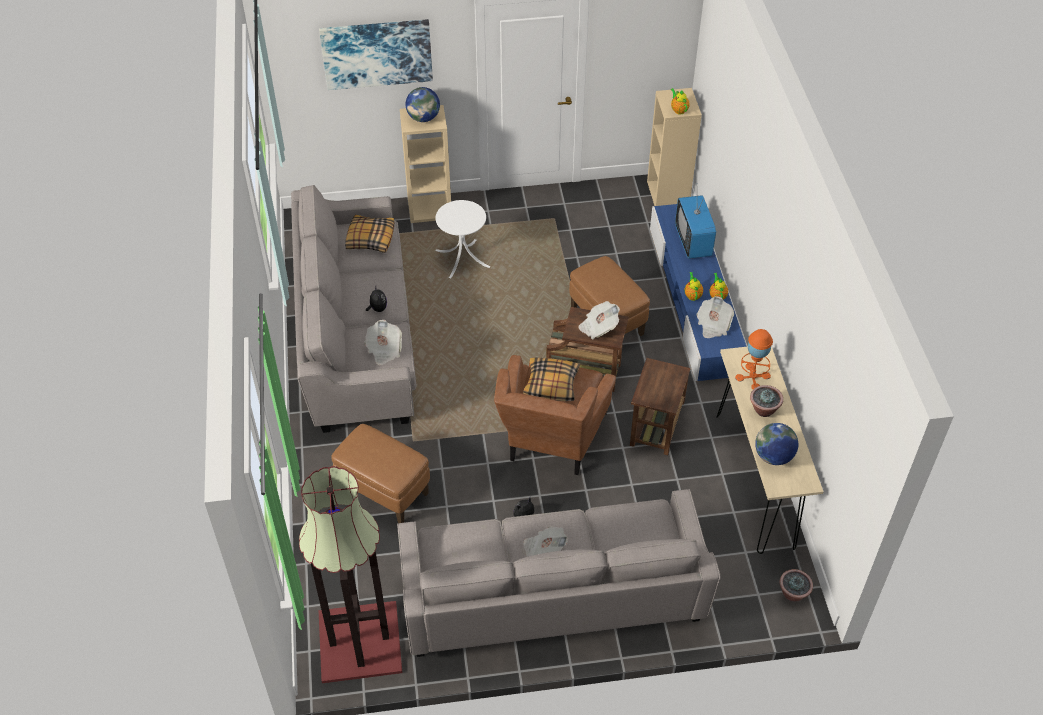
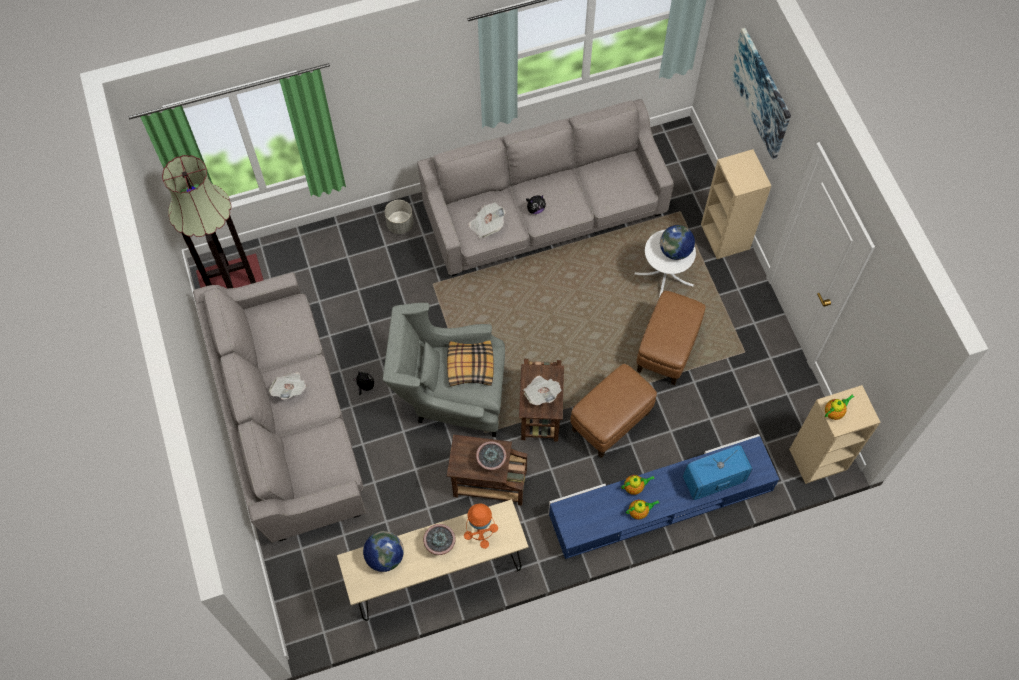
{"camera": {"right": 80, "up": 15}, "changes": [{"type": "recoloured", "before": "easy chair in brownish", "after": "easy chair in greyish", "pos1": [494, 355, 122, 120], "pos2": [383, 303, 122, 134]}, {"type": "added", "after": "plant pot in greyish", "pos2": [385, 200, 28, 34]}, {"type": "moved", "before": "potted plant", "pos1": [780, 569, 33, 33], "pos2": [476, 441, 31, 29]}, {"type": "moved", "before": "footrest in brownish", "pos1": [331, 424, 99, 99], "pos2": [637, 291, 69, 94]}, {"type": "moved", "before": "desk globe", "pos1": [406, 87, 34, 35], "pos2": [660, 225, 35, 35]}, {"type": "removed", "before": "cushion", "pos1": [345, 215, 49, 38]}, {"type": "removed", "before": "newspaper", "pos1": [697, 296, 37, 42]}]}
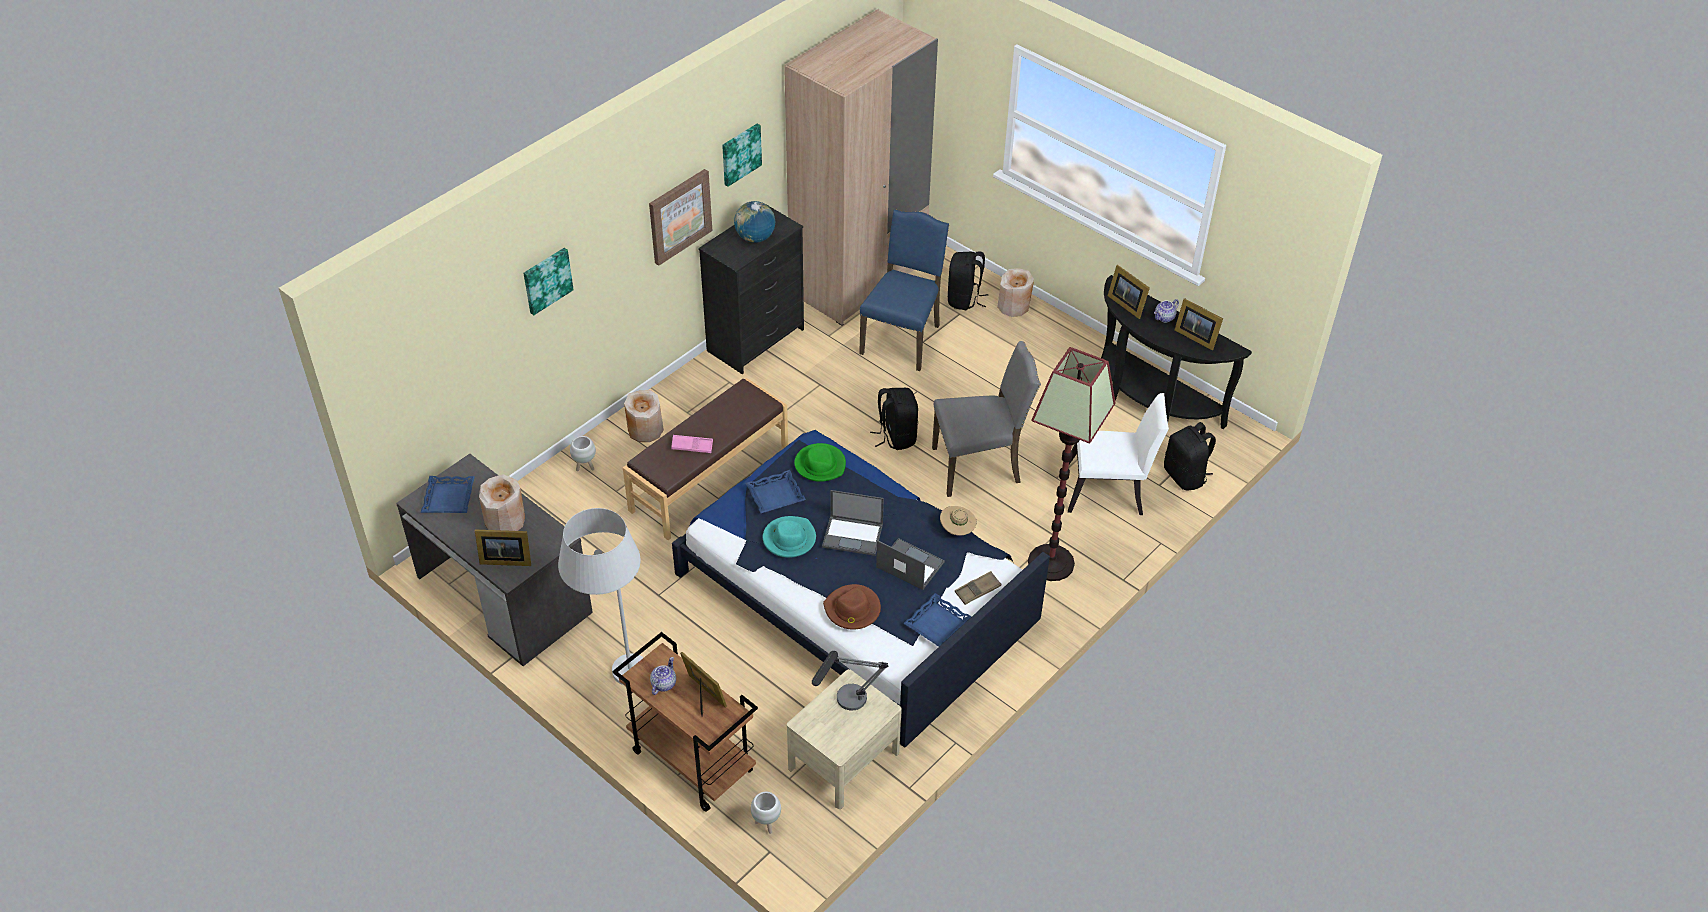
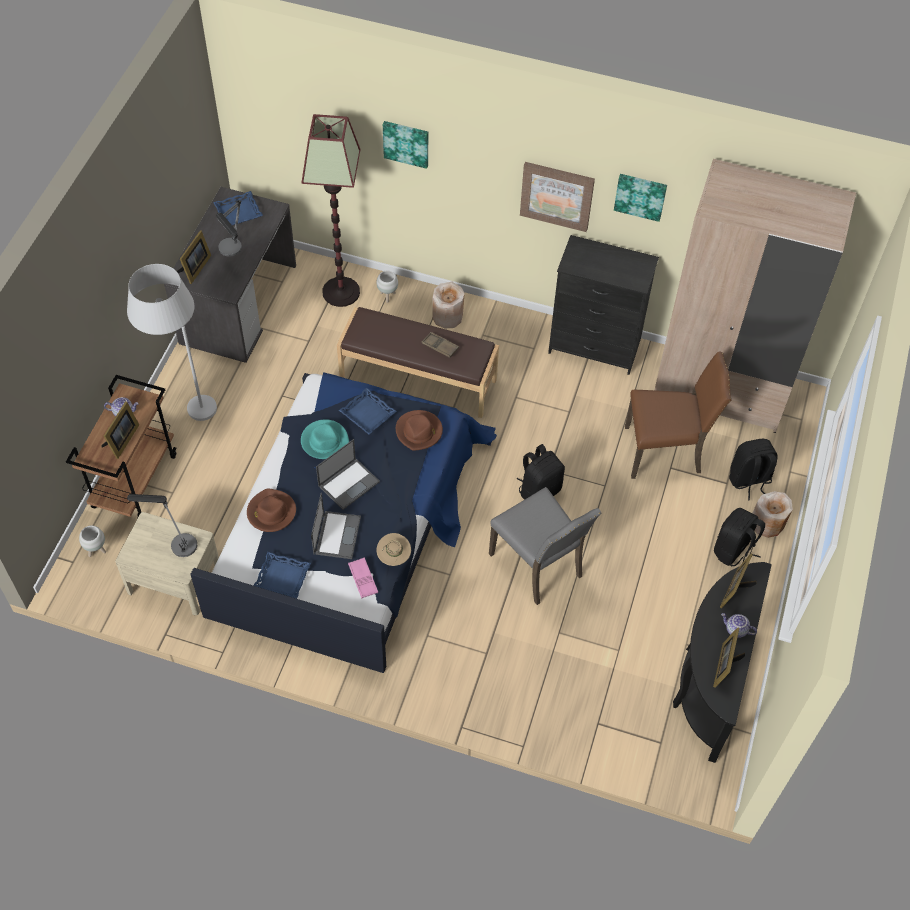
{"camera": {"right": 65, "up": 10}, "changes": [{"type": "turned", "before": "photo frame", "pos1": [475, 529, 56, 37], "pos2": [177, 230, 34, 54], "turn": -135}, {"type": "replaced", "before": "decorative vase in sand-coloured", "after": "lamp for a table", "pos1": [479, 474, 46, 57], "pos2": [216, 200, 26, 57]}, {"type": "moved", "before": "floor lamp", "pos1": [1028, 347, 88, 234], "pos2": [301, 114, 60, 193]}, {"type": "turned", "before": "laptop", "pos1": [822, 490, 62, 66], "pos2": [316, 439, 64, 71], "turn": -120}, {"type": "moved", "before": "tray in pinkish", "pos1": [671, 435, 42, 18], "pos2": [348, 558, 30, 40]}, {"type": "recoloured", "before": "wearable hat in greenish", "after": "wearable hat in brownish", "pos1": [794, 443, 52, 39], "pos2": [396, 410, 47, 41]}, {"type": "moved", "before": "tray in brownish", "pos1": [955, 571, 46, 34], "pos2": [422, 332, 37, 26]}, {"type": "recoloured", "before": "upright chair in bluish", "after": "upright chair in brownish", "pos1": [859, 209, 90, 162], "pos2": [625, 352, 107, 127]}, {"type": "moved", "before": "rucksack in black", "pos1": [1164, 422, 52, 68], "pos2": [714, 508, 51, 58]}, {"type": "removed", "before": "desk globe", "pos1": [734, 201, 41, 42]}, {"type": "removed", "before": "upright chair in whitish", "pos1": [1068, 393, 101, 122]}]}
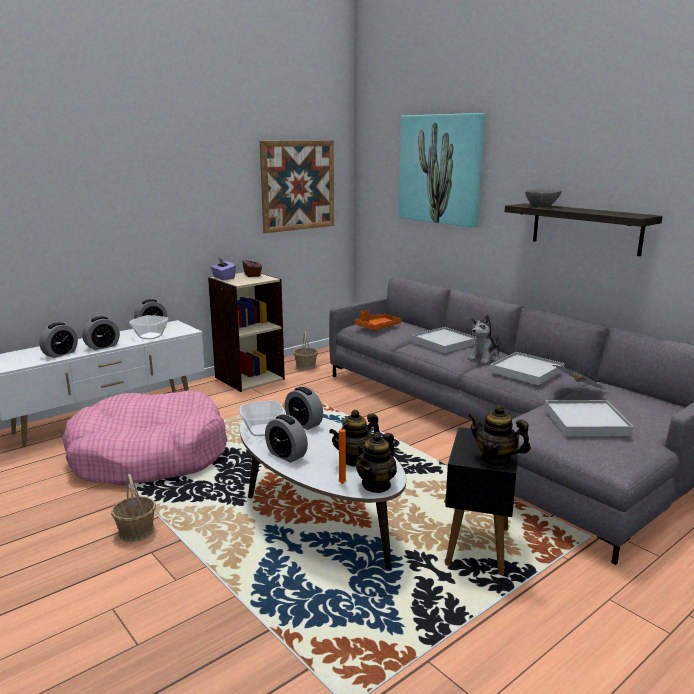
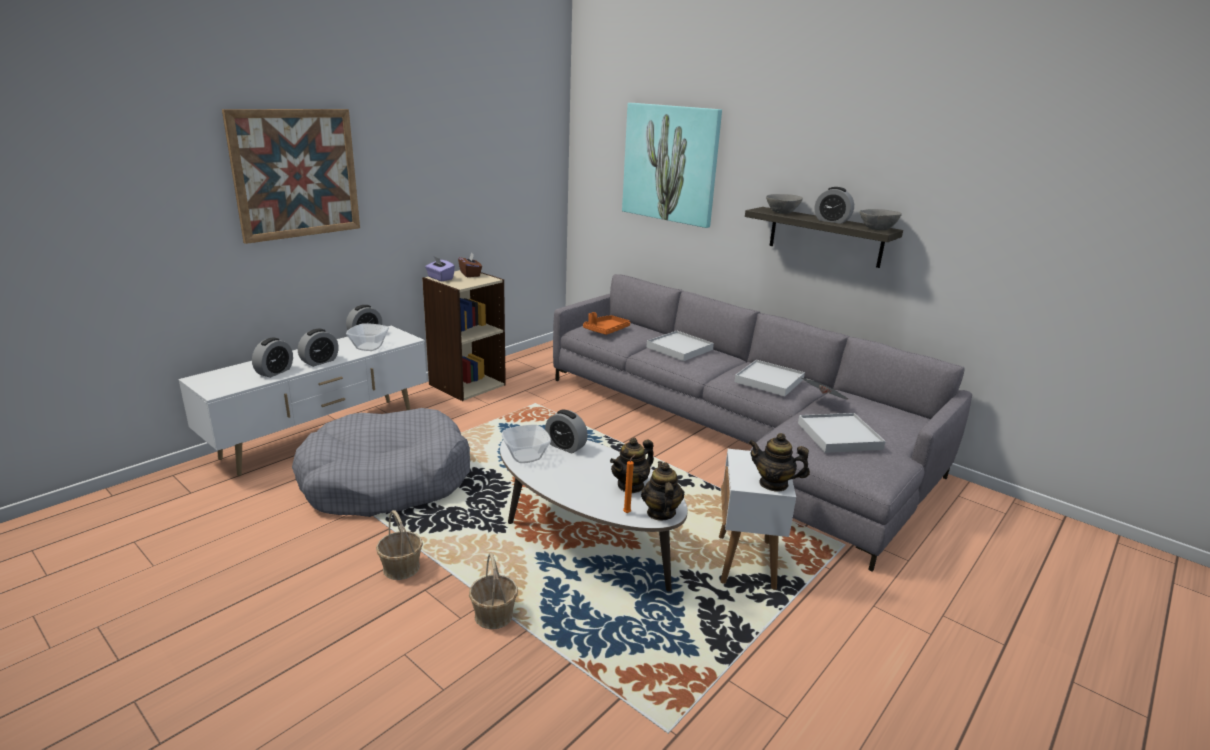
{"camera": {"right": -10, "up": 5}, "changes": [{"type": "moved", "before": "picture", "pos1": [260, 141, 74, 92], "pos2": [222, 109, 138, 135]}, {"type": "recoloured", "before": "dog cushion in pinkish", "after": "dog cushion in greyish", "pos1": [62, 390, 165, 96], "pos2": [292, 408, 178, 109]}, {"type": "moved", "before": "household basket", "pos1": [293, 332, 25, 38], "pos2": [469, 553, 49, 76]}, {"type": "turned", "before": "tea pot", "pos1": [356, 432, 41, 61], "pos2": [641, 461, 43, 60], "turn": 150}, {"type": "recoloured", "before": "end table in black", "after": "end table in whitish", "pos1": [444, 427, 75, 148], "pos2": [719, 449, 77, 141]}, {"type": "moved", "before": "bedside clock", "pos1": [265, 415, 43, 48], "pos2": [815, 187, 39, 37]}, {"type": "added", "after": "bowl in greyish", "pos2": [860, 209, 42, 21]}, {"type": "removed", "before": "cuddly toy", "pos1": [467, 315, 33, 49]}]}
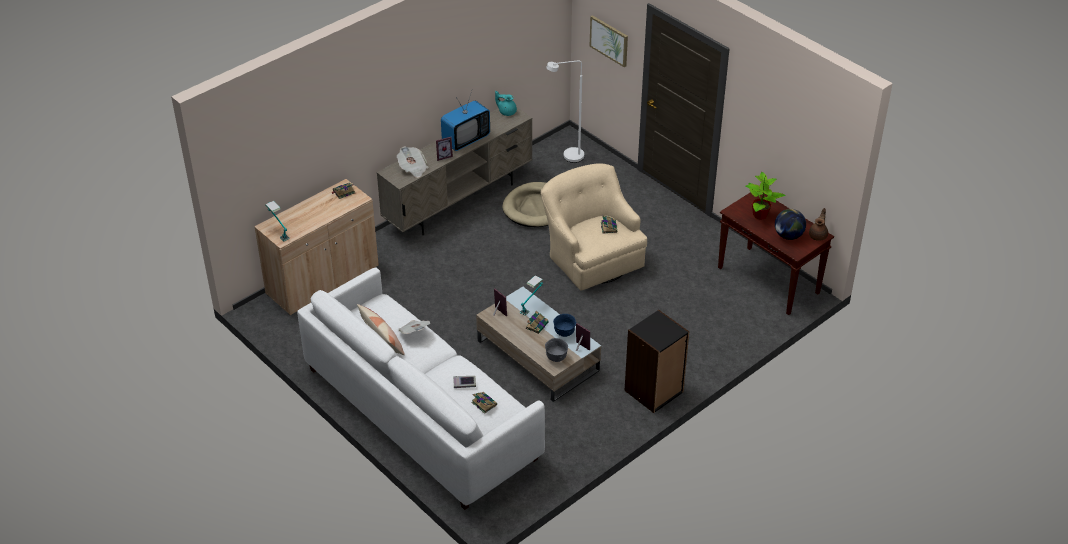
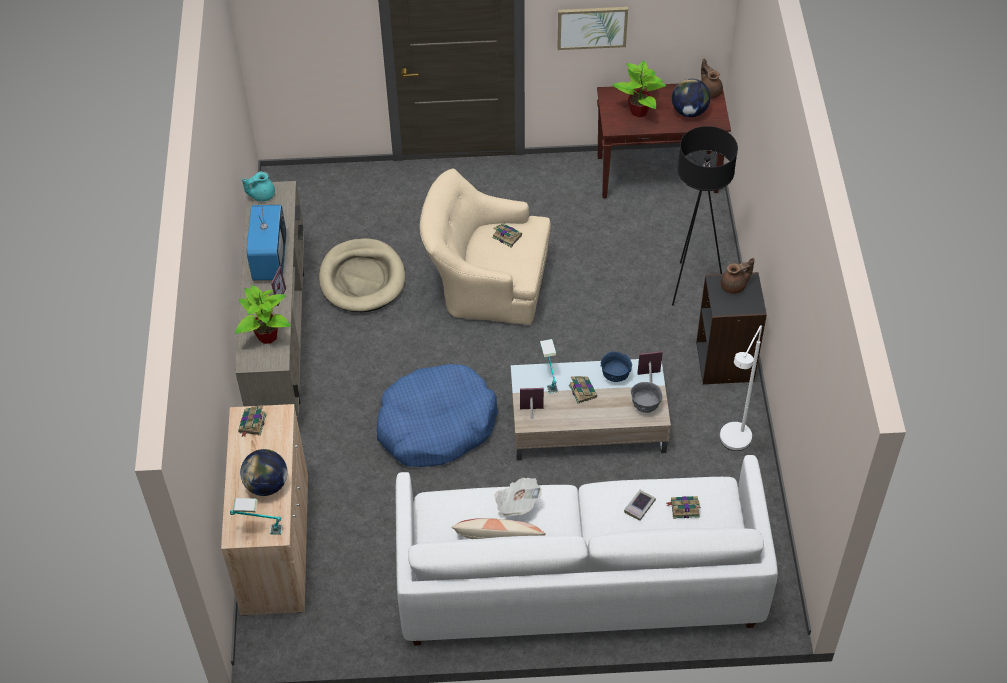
{"camera": {"right": -50, "up": 10}, "changes": [{"type": "replaced", "before": "newspaper", "after": "potted plant", "pos1": [397, 146, 31, 32], "pos2": [235, 285, 56, 59]}, {"type": "added", "after": "desk globe", "pos2": [240, 449, 48, 47]}, {"type": "added", "after": "dog cushion in bluish", "pos2": [377, 364, 121, 103]}, {"type": "moved", "before": "picture", "pos1": [590, 15, 38, 52], "pos2": [558, 7, 70, 43]}, {"type": "added", "after": "floor lamp in black", "pos2": [672, 126, 66, 180]}, {"type": "moved", "before": "floor lamp in whitish", "pos1": [546, 61, 38, 102], "pos2": [720, 325, 42, 126]}, {"type": "added", "after": "tea pot in brownish", "pos2": [721, 258, 33, 36]}]}
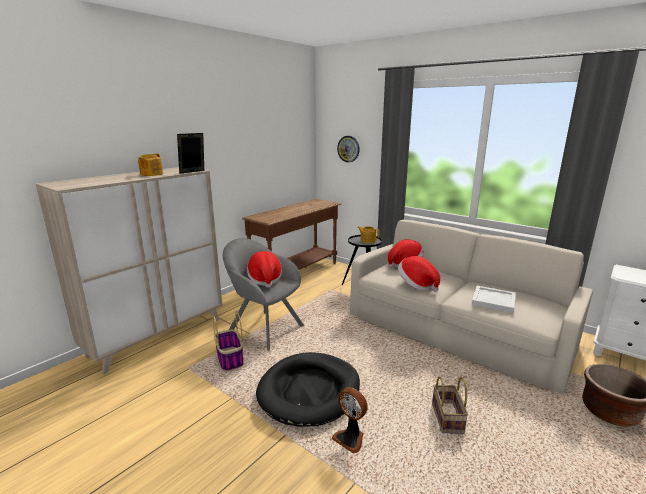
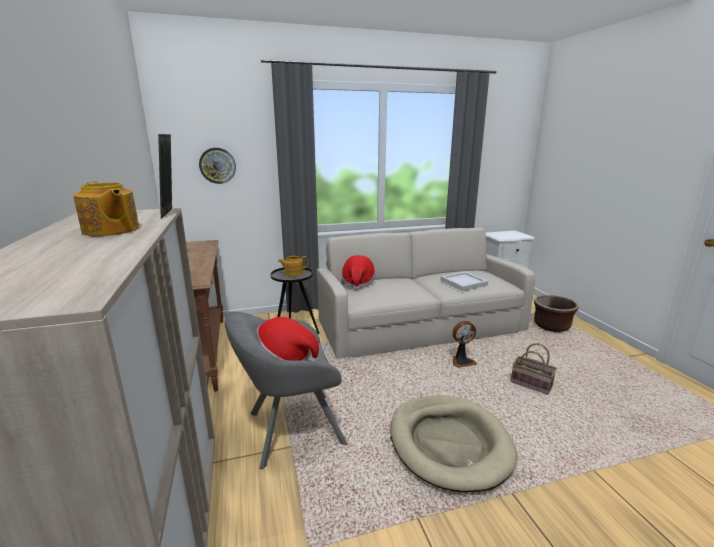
{"camera": {"right": -55, "up": 0}, "changes": [{"type": "recoloured", "before": "dog cushion in black", "after": "dog cushion in sand-coloured", "pos1": [256, 352, 104, 75], "pos2": [390, 395, 128, 97]}, {"type": "moved", "before": "fan", "pos1": [332, 387, 36, 67], "pos2": [452, 321, 24, 47]}, {"type": "removed", "before": "household basket", "pos1": [212, 311, 32, 60]}, {"type": "removed", "before": "wearable hat", "pos1": [398, 256, 42, 36]}]}
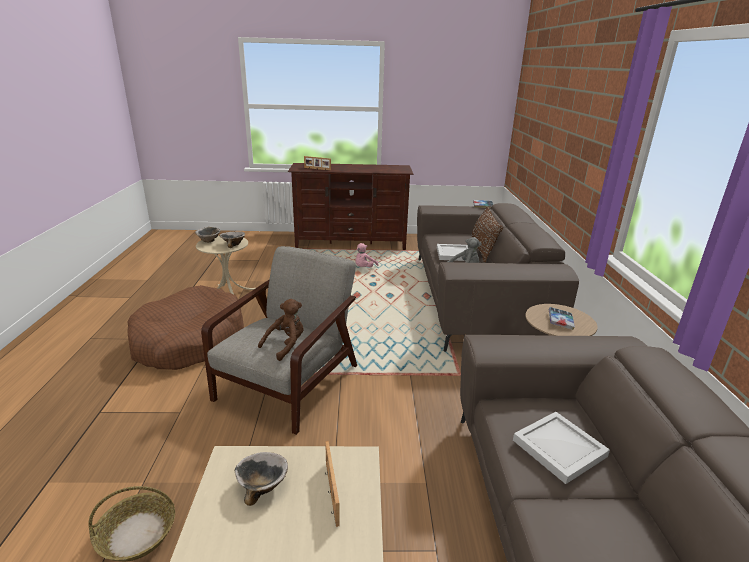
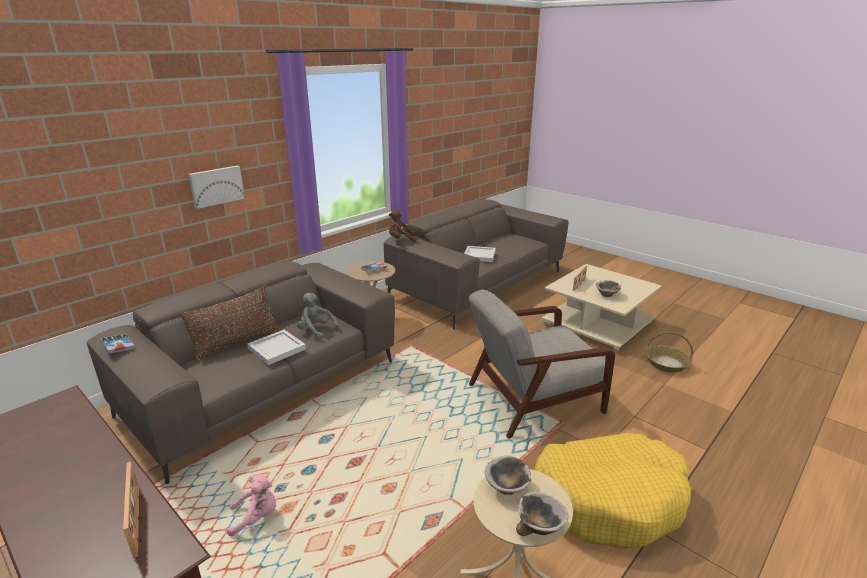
{"camera": {"right": -135, "up": 0}, "changes": [{"type": "added", "after": "picture", "pos2": [189, 166, 56, 43]}, {"type": "moved", "before": "cuddly toy in brownish", "pos1": [258, 299, 46, 62], "pos2": [389, 210, 28, 32]}, {"type": "recoloured", "before": "dog cushion in brownish", "after": "dog cushion in yellowish", "pos1": [128, 285, 116, 85], "pos2": [534, 433, 157, 116]}]}
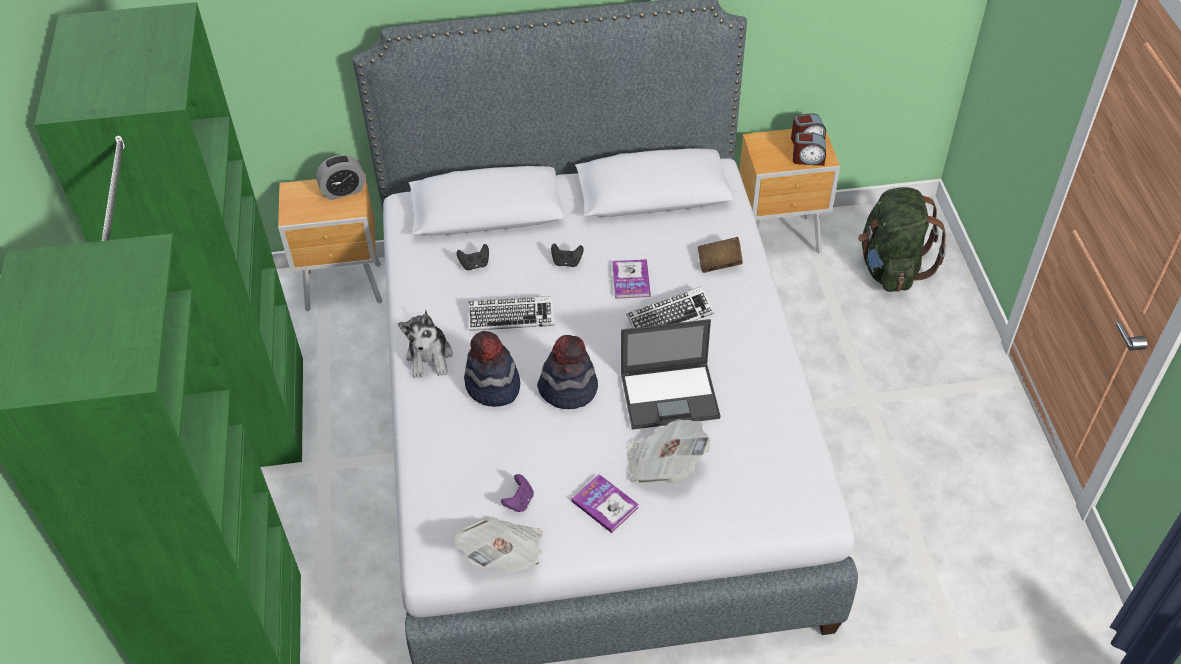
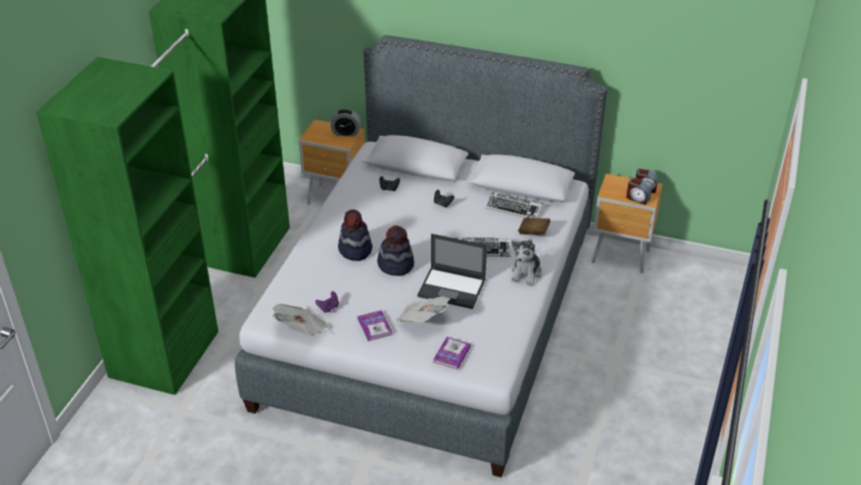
{"camera": {"right": 25, "up": -10}, "changes": [{"type": "moved", "before": "volume", "pos1": [612, 259, 39, 40], "pos2": [433, 337, 38, 33]}, {"type": "moved", "before": "keyboard", "pos1": [468, 296, 86, 35], "pos2": [486, 192, 56, 26]}, {"type": "moved", "before": "cuddly toy", "pos1": [398, 309, 55, 69], "pos2": [511, 239, 31, 47]}, {"type": "removed", "before": "rucksack in greenish", "pos1": [858, 187, 89, 105]}]}
